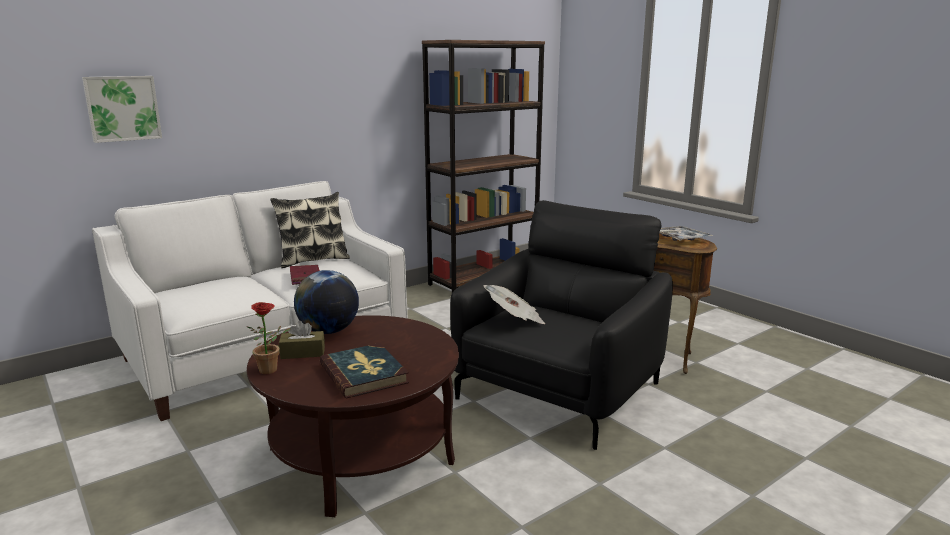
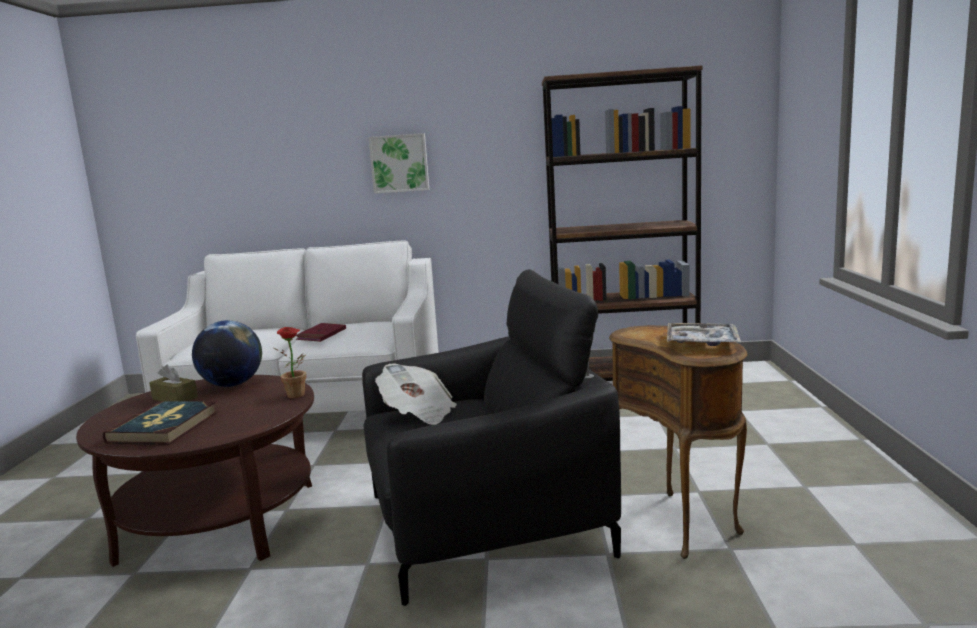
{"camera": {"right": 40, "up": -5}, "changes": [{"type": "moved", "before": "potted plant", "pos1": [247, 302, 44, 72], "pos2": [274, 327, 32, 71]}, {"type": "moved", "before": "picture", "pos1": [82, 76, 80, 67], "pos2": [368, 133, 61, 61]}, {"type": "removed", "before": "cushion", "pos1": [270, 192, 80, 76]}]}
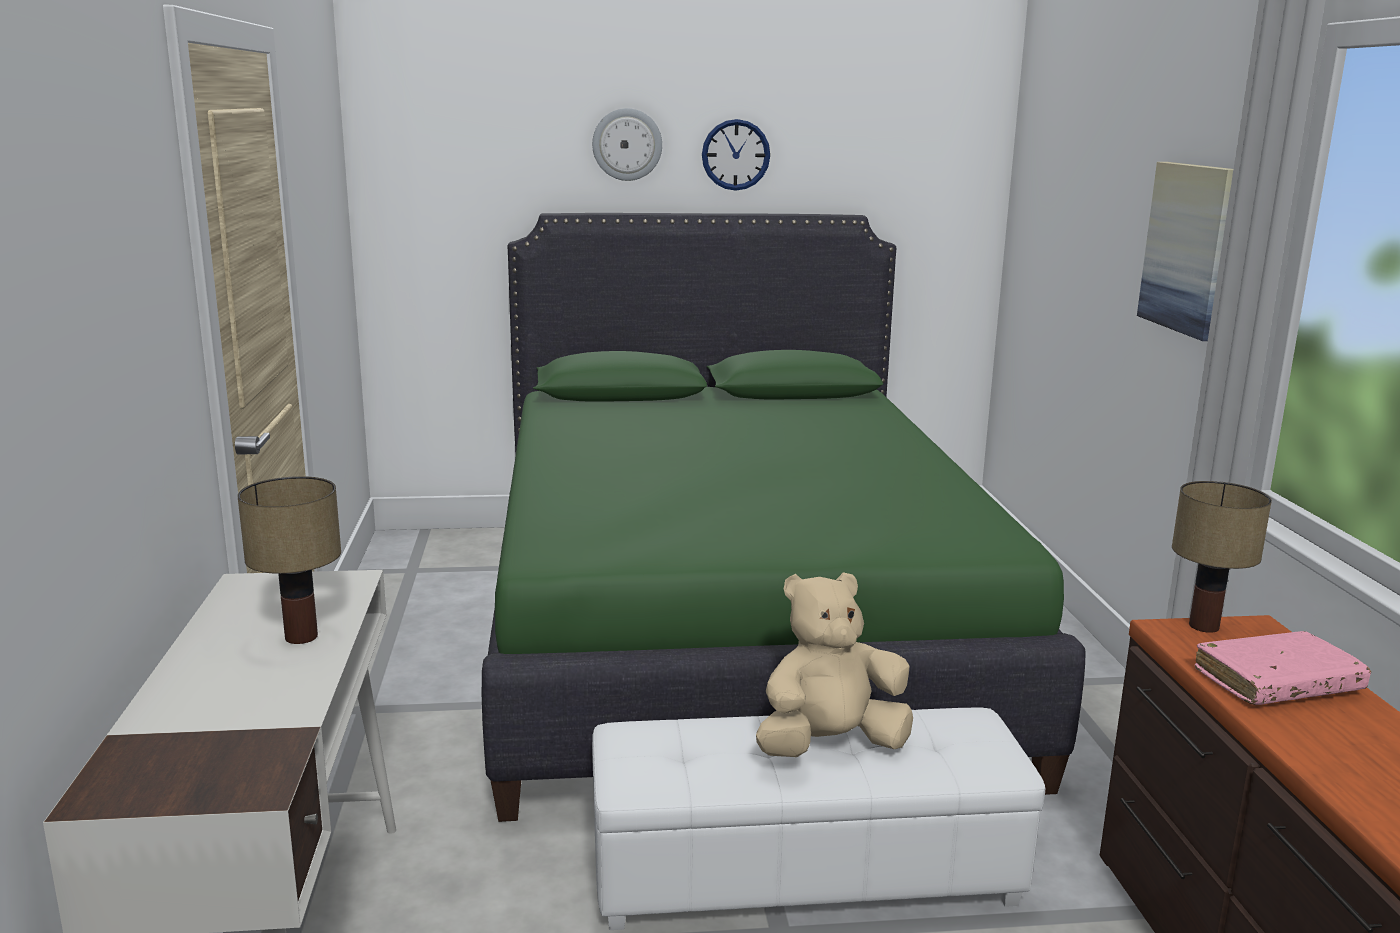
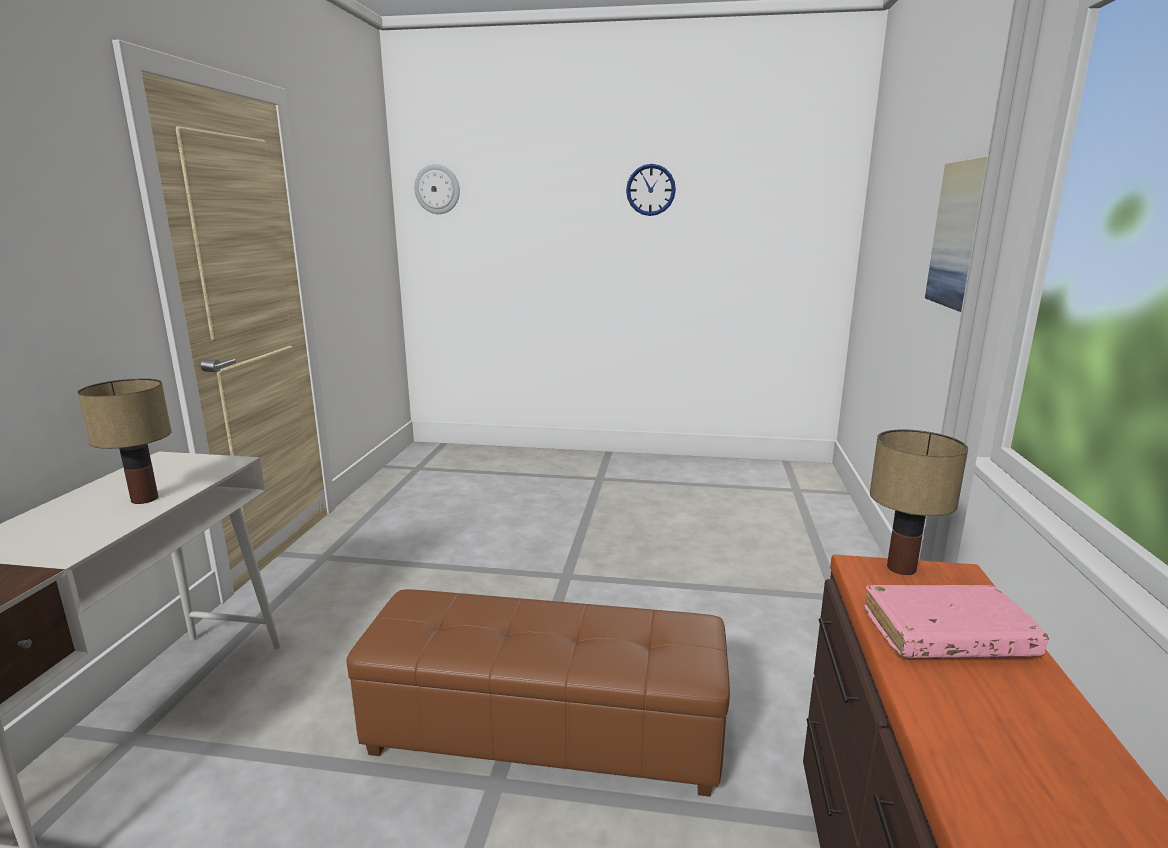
{"camera": {"right": 15, "up": 0}, "changes": [{"type": "recoloured", "before": "footrest in whitish", "after": "footrest in brownish", "pos1": [592, 707, 453, 223], "pos2": [346, 589, 384, 208]}, {"type": "moved", "before": "clock on the wall", "pos1": [592, 108, 70, 73], "pos2": [414, 164, 46, 50]}, {"type": "removed", "before": "sleeping bed in greenish", "pos1": [482, 213, 604, 609]}, {"type": "removed", "before": "cuddly toy in sand-coloured", "pos1": [756, 572, 157, 185]}]}
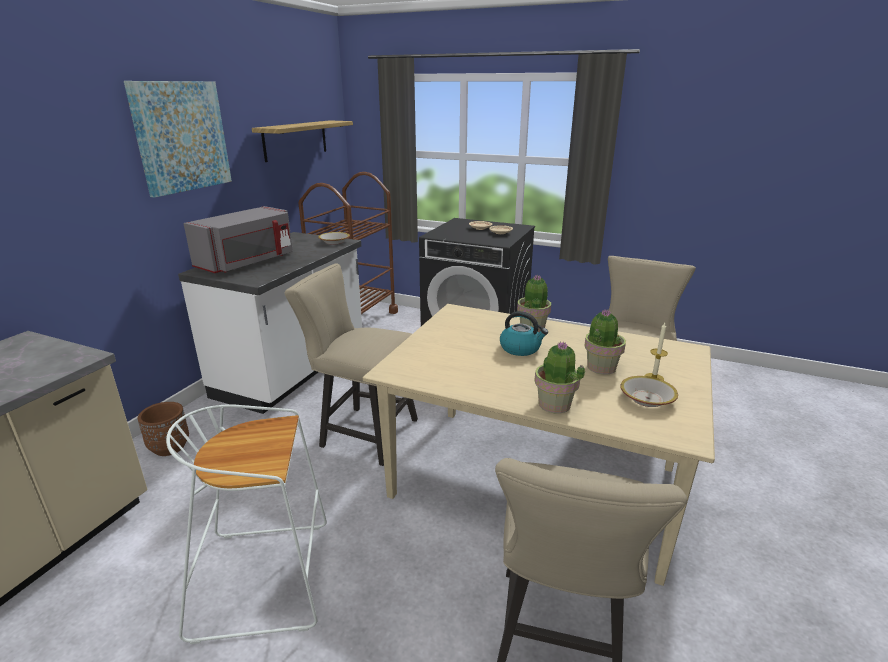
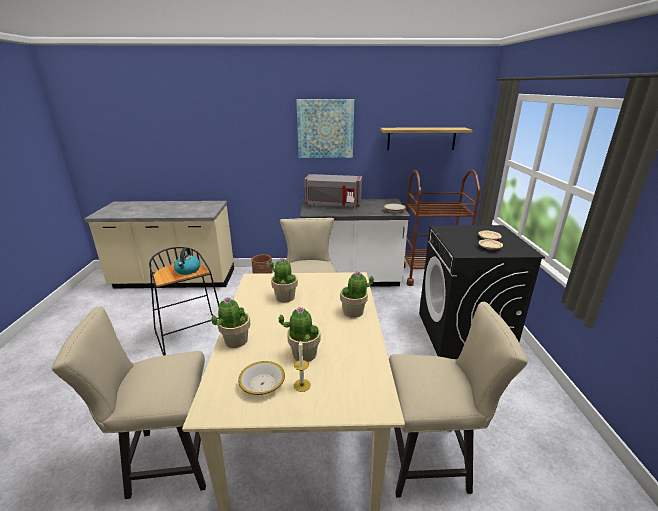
{"camera": {"right": 65, "up": 0}, "changes": [{"type": "recoloured", "before": "sitting stool in whitish", "after": "sitting stool in black", "pos1": [166, 404, 161, 240], "pos2": [149, 247, 70, 109]}, {"type": "moved", "before": "water kettle", "pos1": [500, 311, 48, 45], "pos2": [174, 248, 26, 27]}, {"type": "added", "after": "potted plant", "pos2": [270, 257, 28, 45]}]}
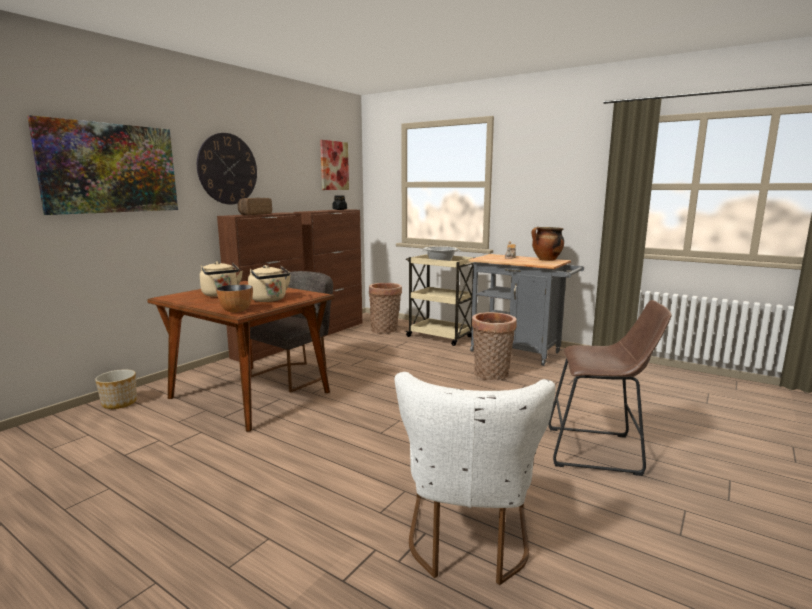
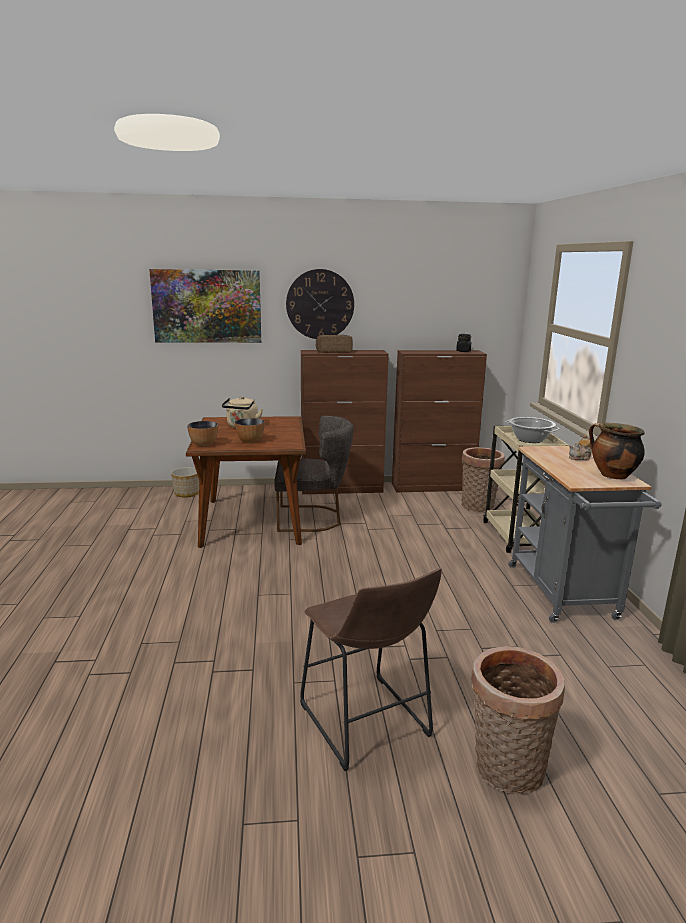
{"camera": {"right": 50, "up": 5}, "changes": [{"type": "replaced", "before": "water kettle in sand-coloured", "after": "bowl", "pos1": [248, 265, 43, 37], "pos2": [235, 418, 30, 25]}, {"type": "moved", "before": "household basket", "pos1": [472, 312, 45, 68], "pos2": [471, 646, 94, 149]}, {"type": "removed", "before": "picture", "pos1": [320, 140, 29, 50]}, {"type": "removed", "before": "upright chair in whitish", "pos1": [395, 372, 161, 213]}]}
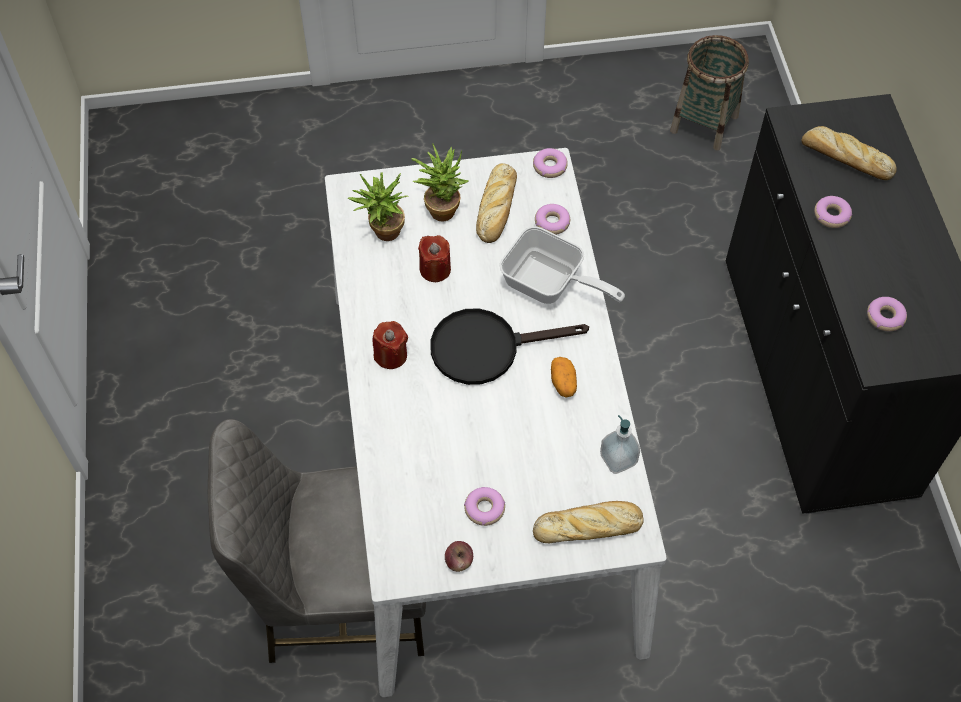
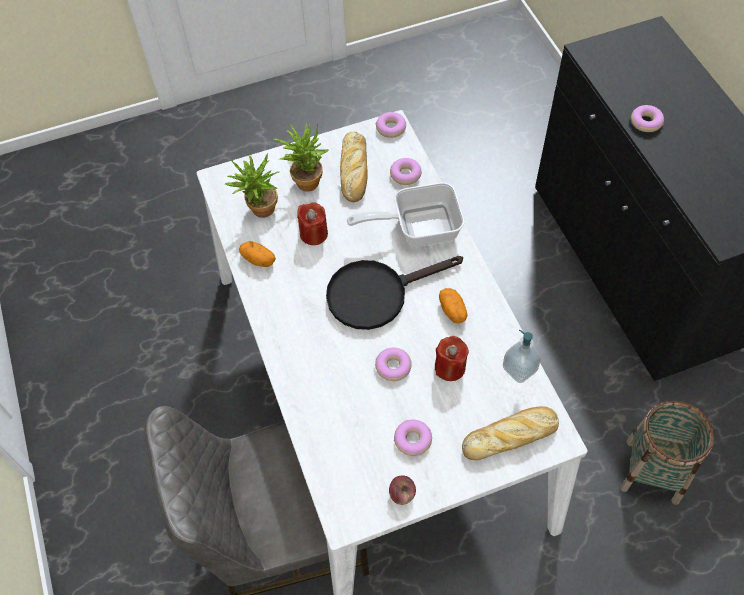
{"camera": {"right": -10, "up": 0}, "changes": [{"type": "added", "after": "potato", "pos2": [239, 241, 37, 26]}, {"type": "turned", "before": "pan", "pos1": [500, 226, 125, 78], "pos2": [347, 182, 118, 65], "turn": 150}, {"type": "moved", "before": "donut", "pos1": [867, 297, 40, 34], "pos2": [375, 348, 37, 33]}, {"type": "moved", "before": "wax light in red", "pos1": [373, 321, 35, 48], "pos2": [435, 336, 34, 45]}, {"type": "moved", "before": "household basket", "pos1": [670, 35, 79, 115], "pos2": [620, 400, 94, 105]}, {"type": "removed", "before": "bread", "pos1": [802, 126, 95, 54]}]}
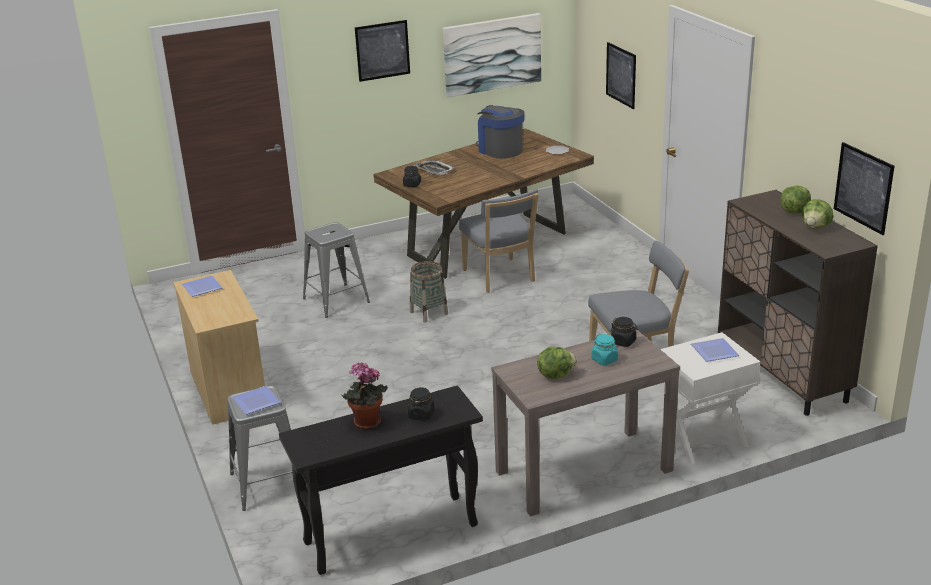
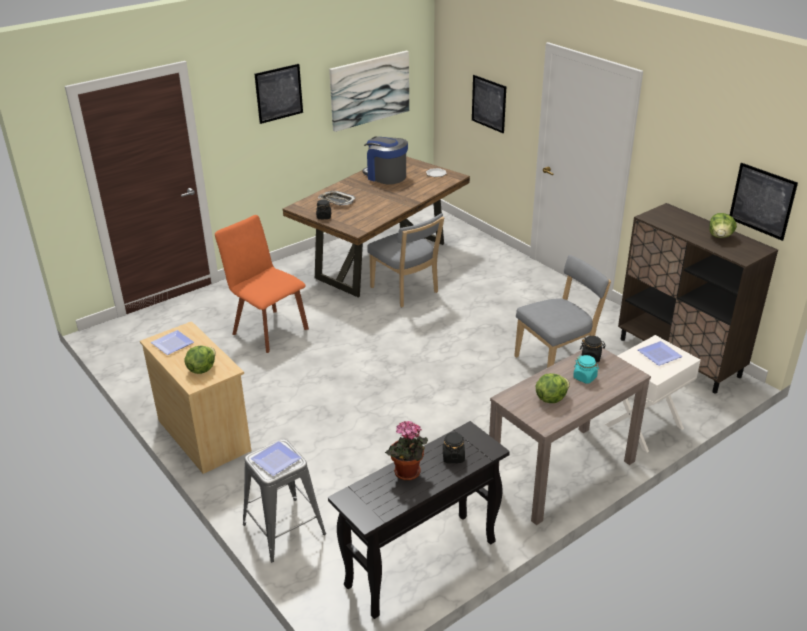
{"camera": {"right": -15, "up": 5}, "changes": [{"type": "moved", "before": "lettuce head", "pos1": [780, 186, 31, 28], "pos2": [184, 345, 31, 29]}, {"type": "replaced", "before": "sitting stool in greyish", "after": "upright chair in orange", "pos1": [303, 222, 67, 96], "pos2": [215, 215, 94, 138]}, {"type": "removed", "before": "household basket", "pos1": [410, 261, 38, 62]}]}
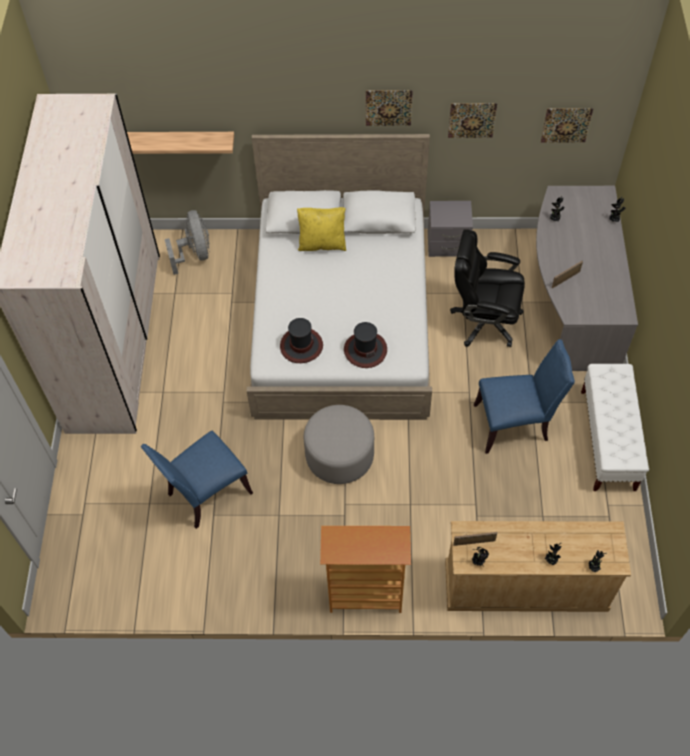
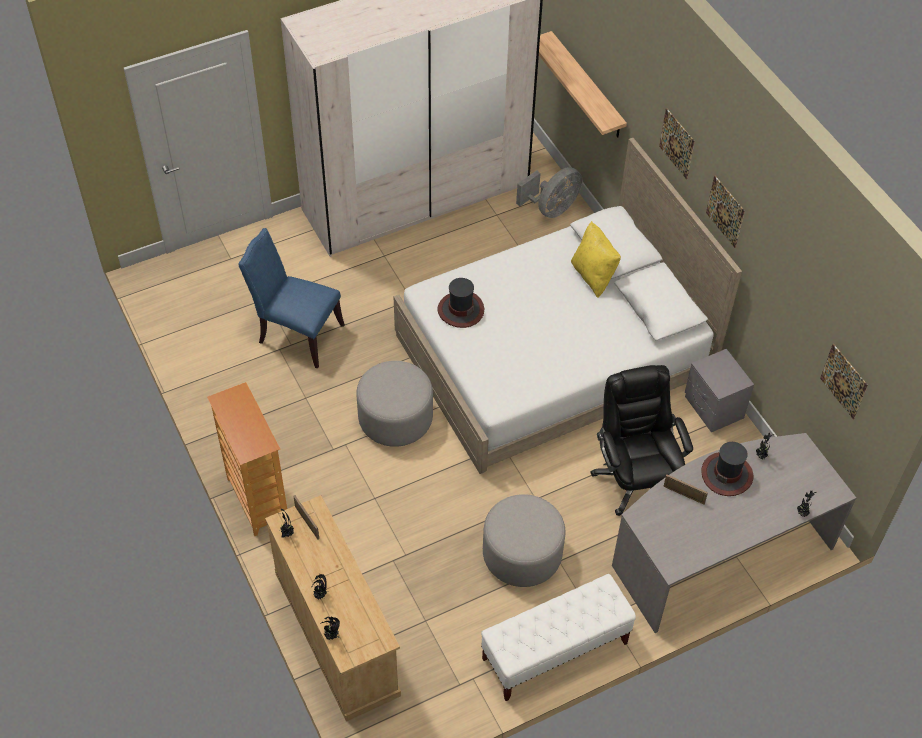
{"camera": {"right": 60, "up": -5}, "changes": [{"type": "replaced", "before": "upright chair in bluish", "after": "footrest in greyish", "pos1": [474, 339, 101, 115], "pos2": [483, 494, 82, 93]}, {"type": "moved", "before": "picture", "pos1": [448, 103, 49, 35], "pos2": [659, 108, 36, 71]}, {"type": "moved", "before": "wearable hat", "pos1": [344, 322, 43, 46], "pos2": [701, 442, 52, 54]}]}
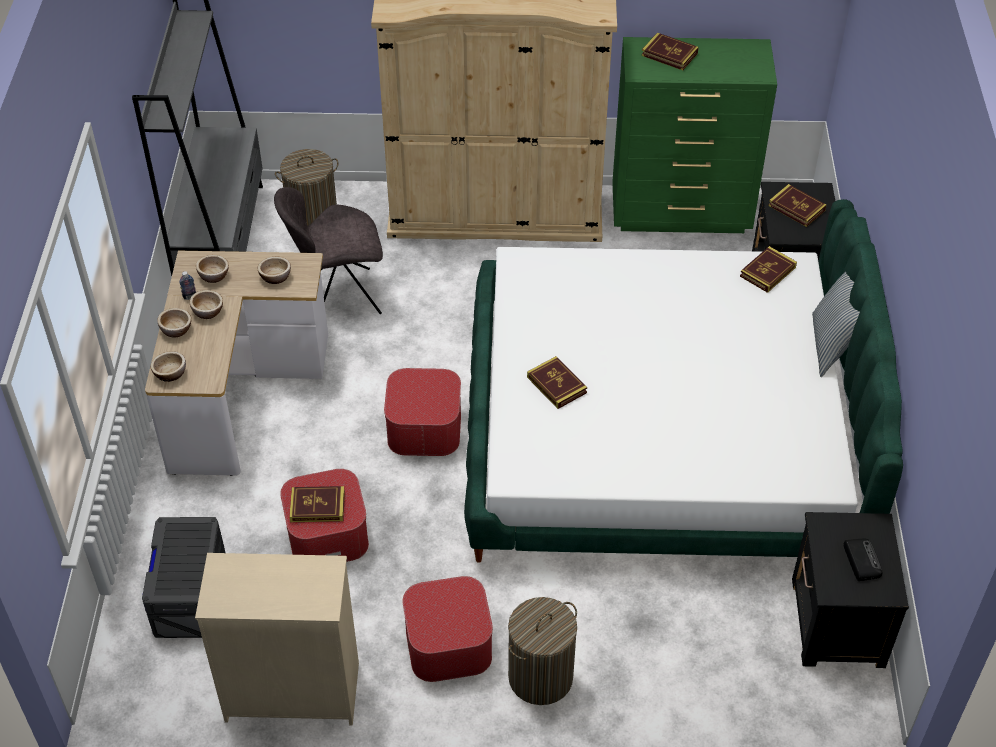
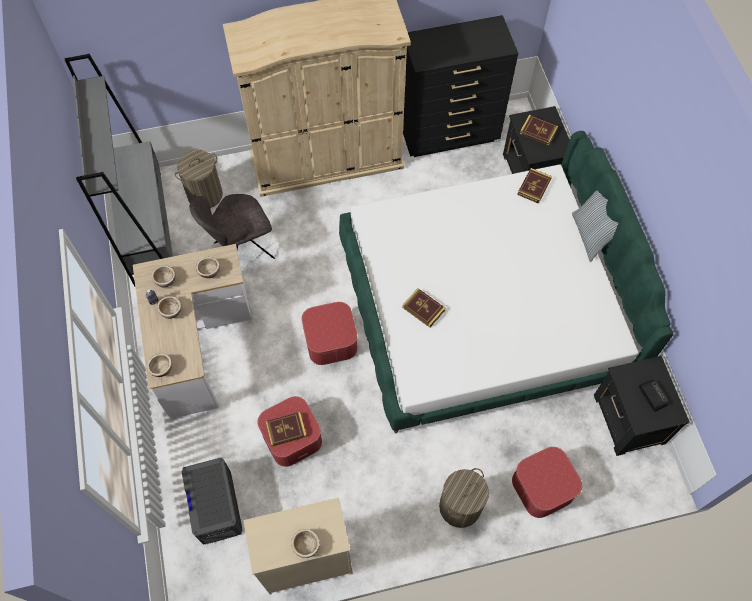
{"camera": {"right": -15, "up": 15}, "changes": [{"type": "moved", "before": "bowl", "pos1": [157, 308, 34, 30], "pos2": [291, 529, 29, 29]}, {"type": "recoloured", "before": "drawer chest in greenish", "after": "drawer chest in black", "pos1": [612, 37, 165, 196], "pos2": [403, 15, 115, 142]}, {"type": "moved", "before": "footrest", "pos1": [403, 576, 90, 106], "pos2": [512, 447, 70, 71]}, {"type": "removed", "before": "volume", "pos1": [642, 33, 57, 37]}]}
